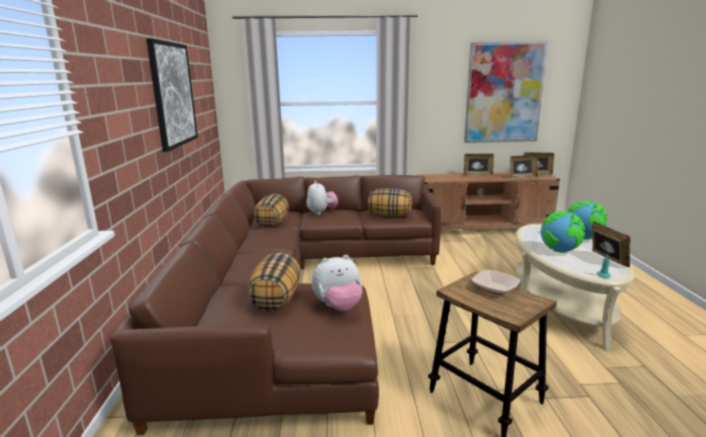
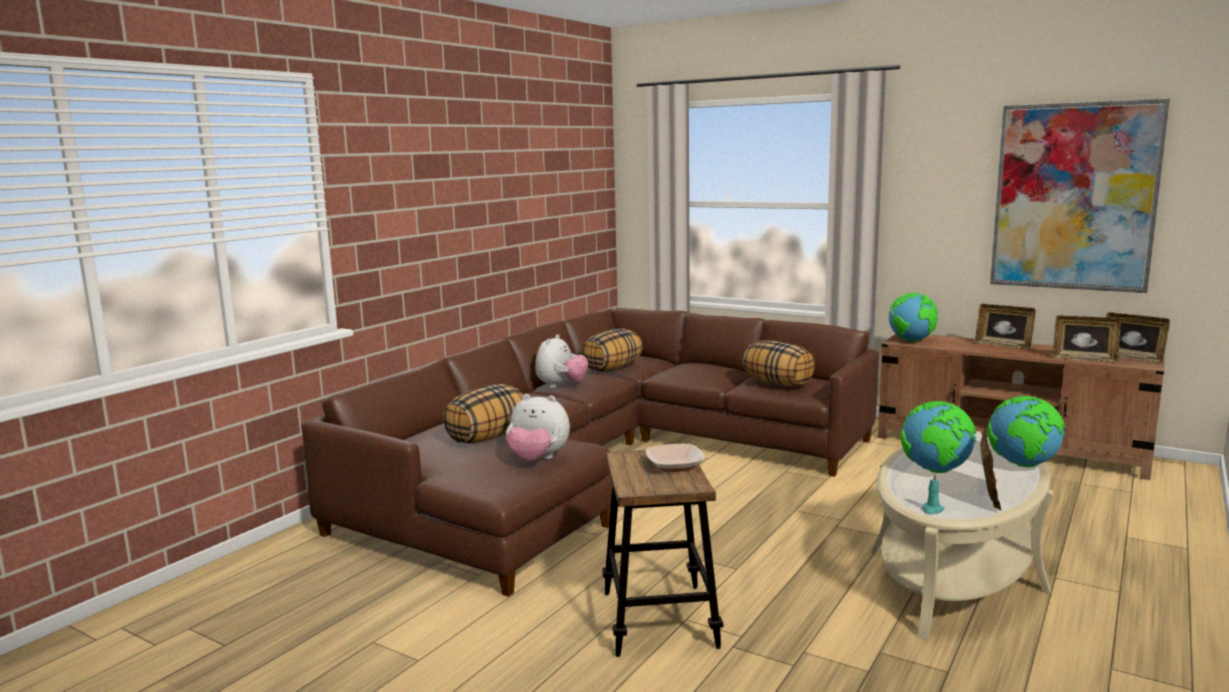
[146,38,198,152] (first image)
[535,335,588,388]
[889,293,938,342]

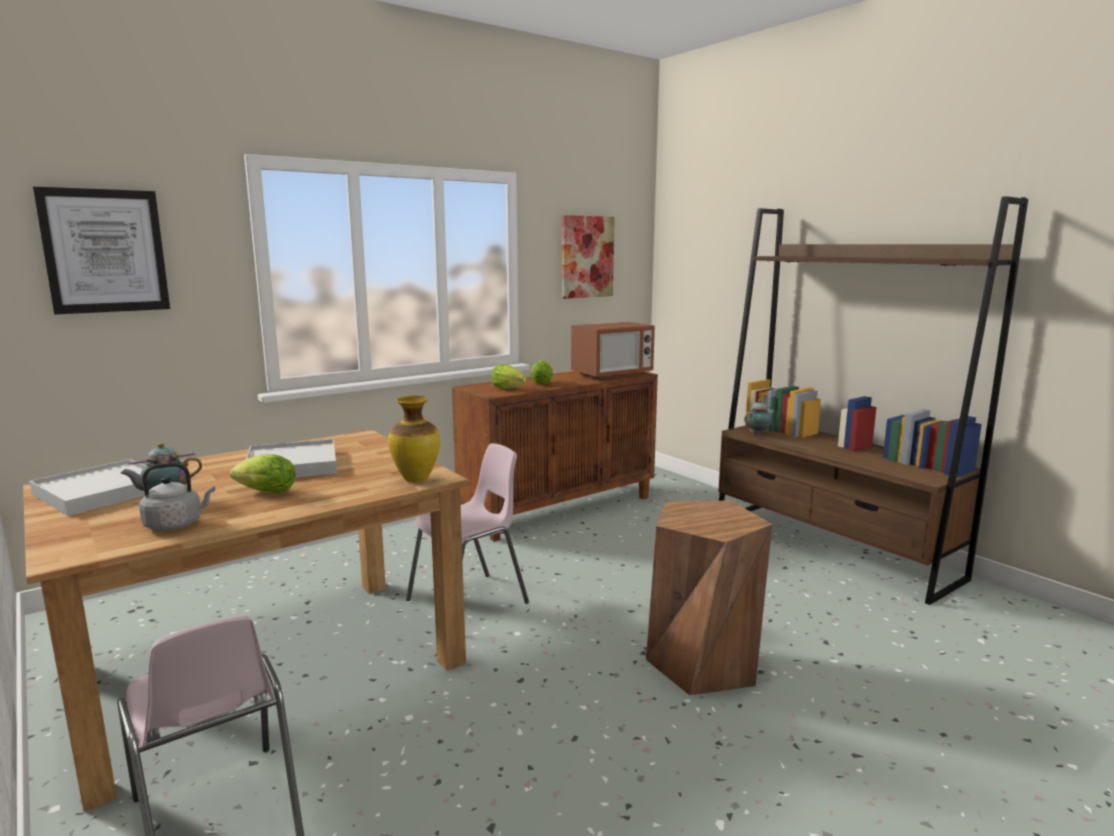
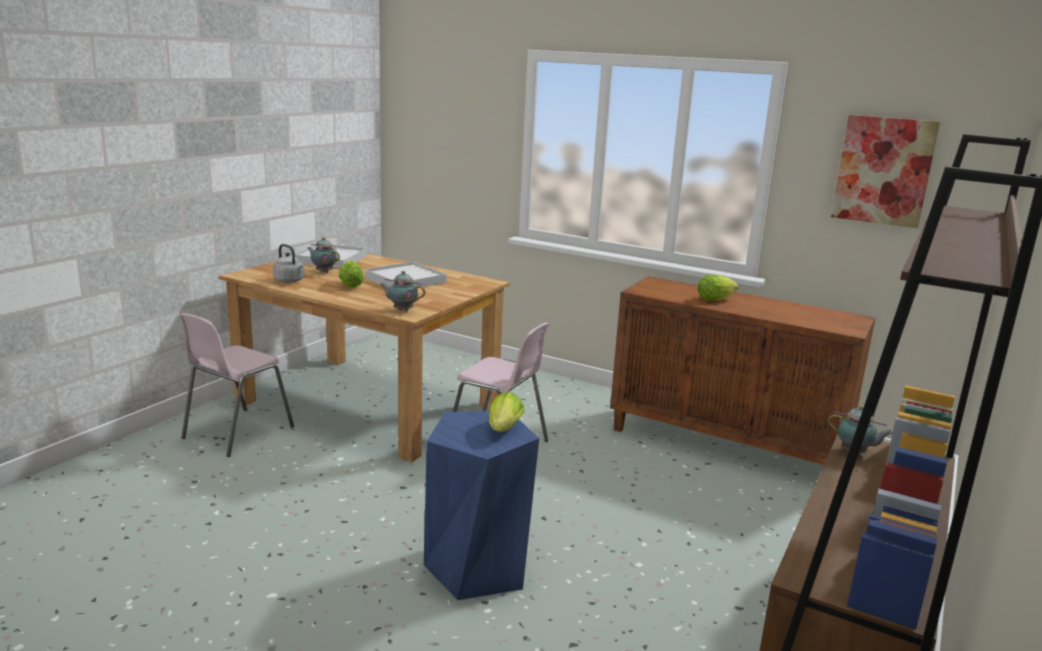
[33,186,170,314] (first image)
[571,322,655,380] (first image)
[489,392,524,432]
[380,271,426,311]
[424,411,539,600]

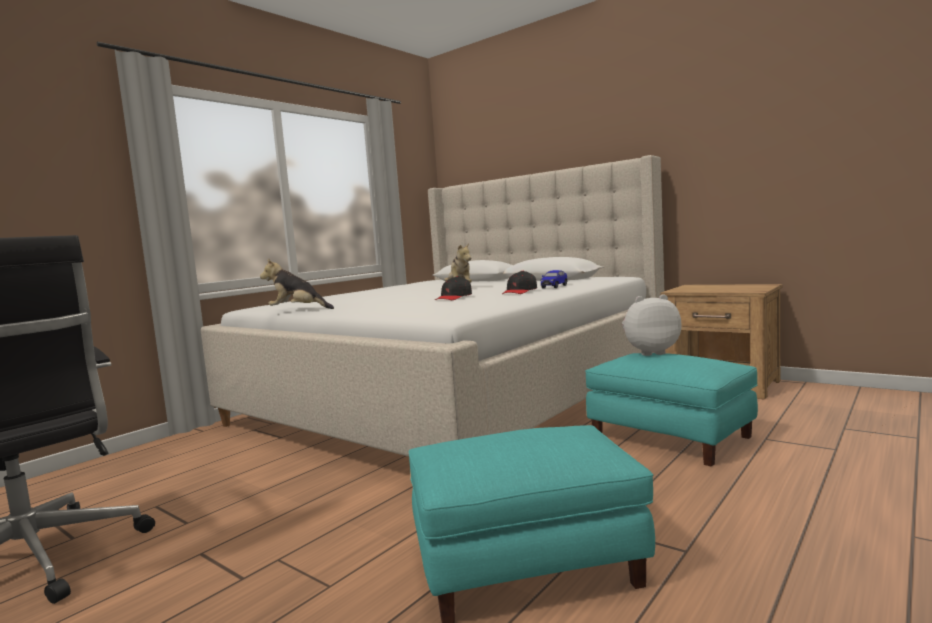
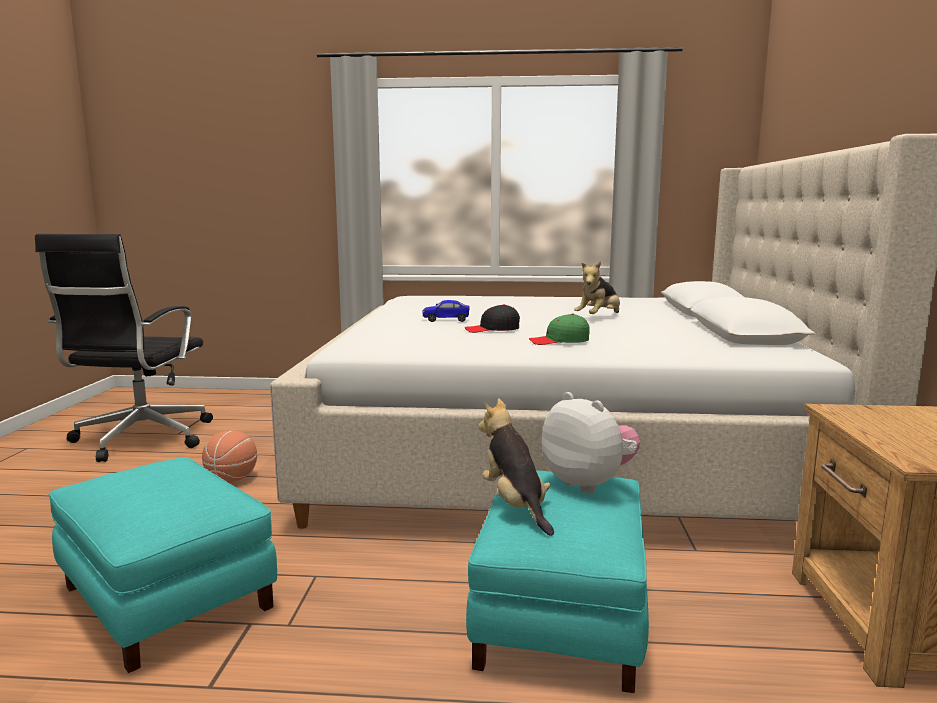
[479,398,554,536]
[422,300,470,322]
[529,313,590,345]
[202,430,257,482]

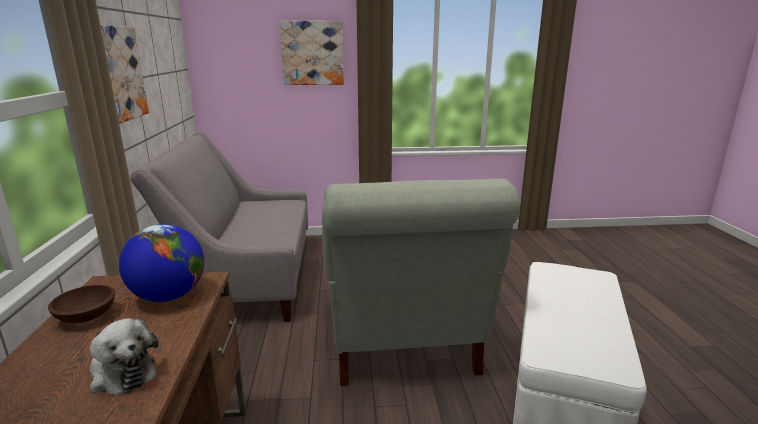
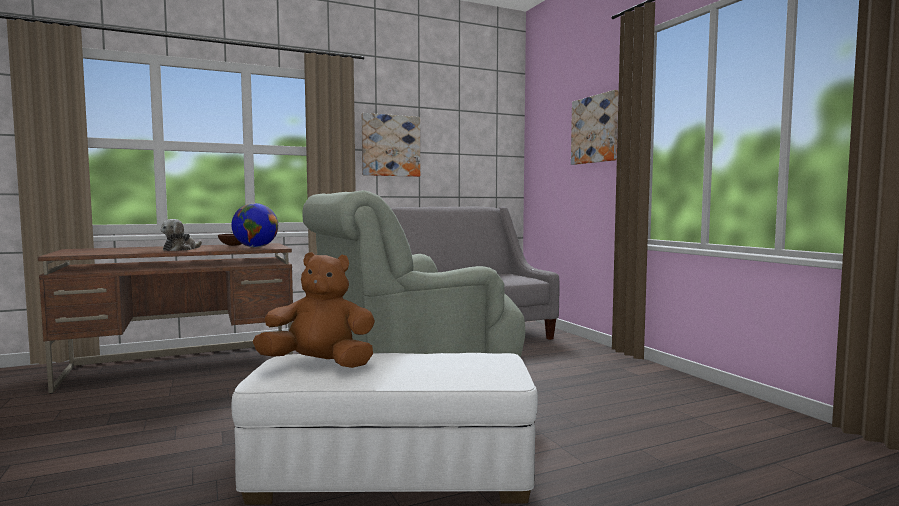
[253,252,375,368]

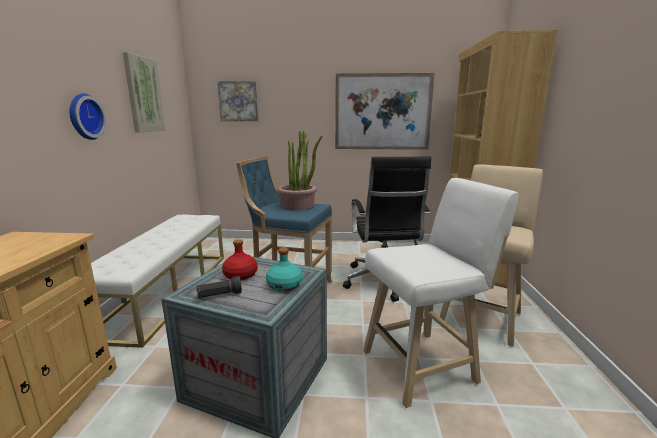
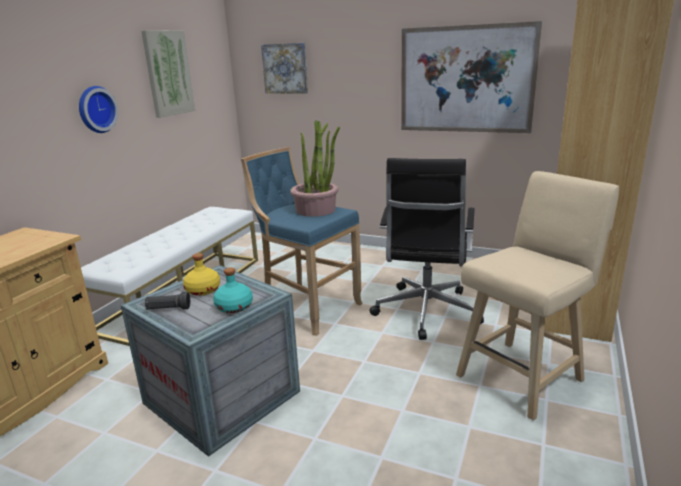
[363,178,518,408] (first image)
[183,253,220,296]

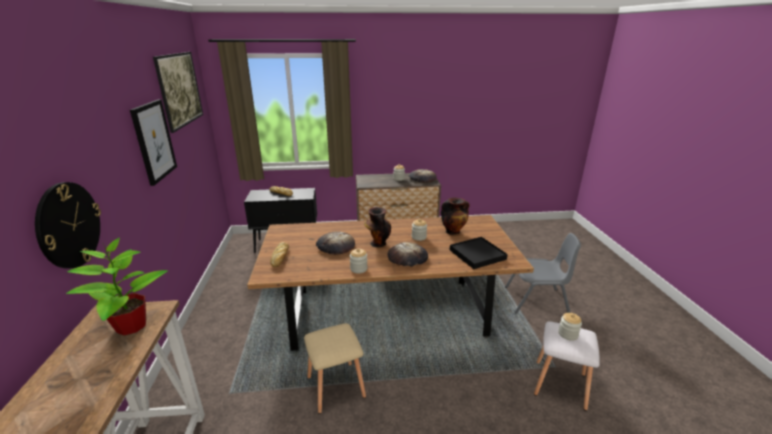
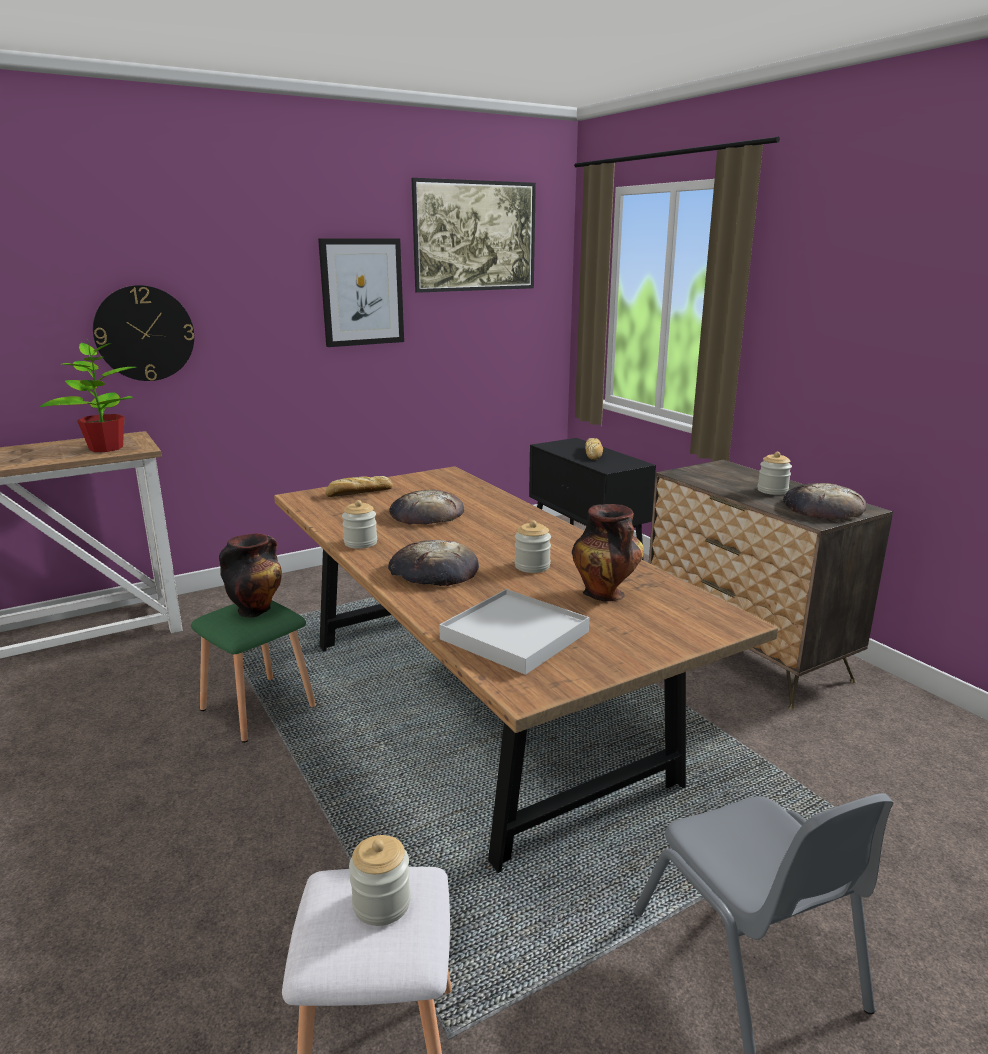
[219,533,282,617]
[439,589,589,675]
[191,600,316,743]

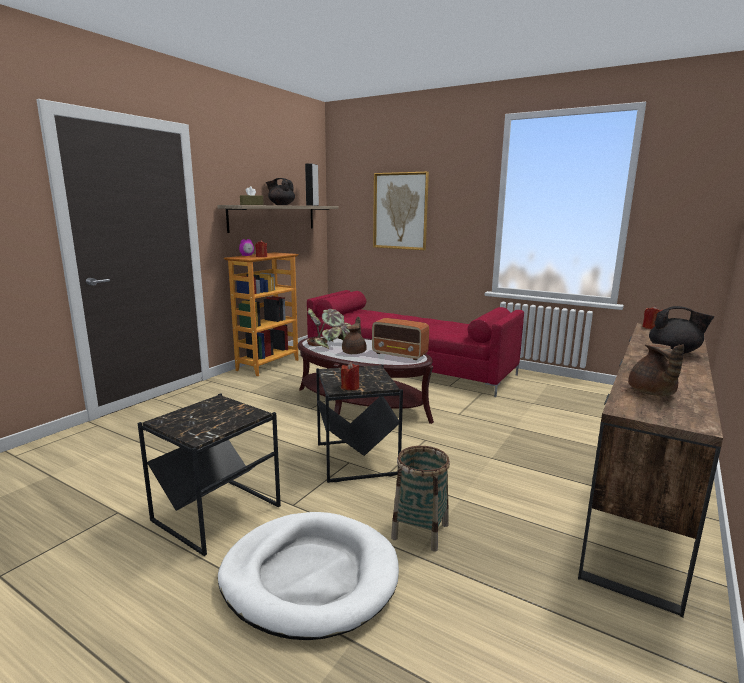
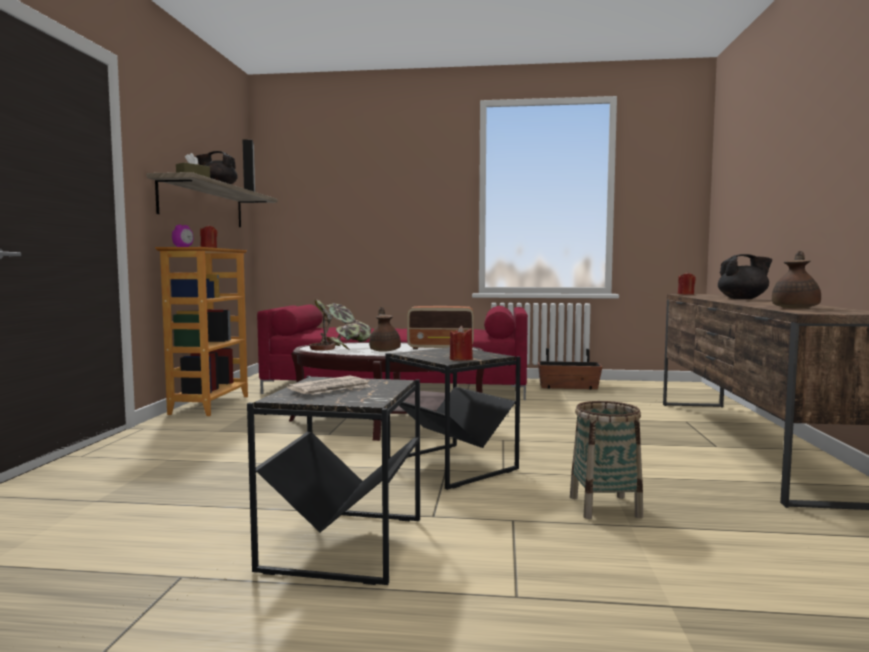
[373,172,429,250] (first image)
[772,251,821,308]
[218,512,399,640] (first image)
[538,348,602,389]
[287,376,371,395]

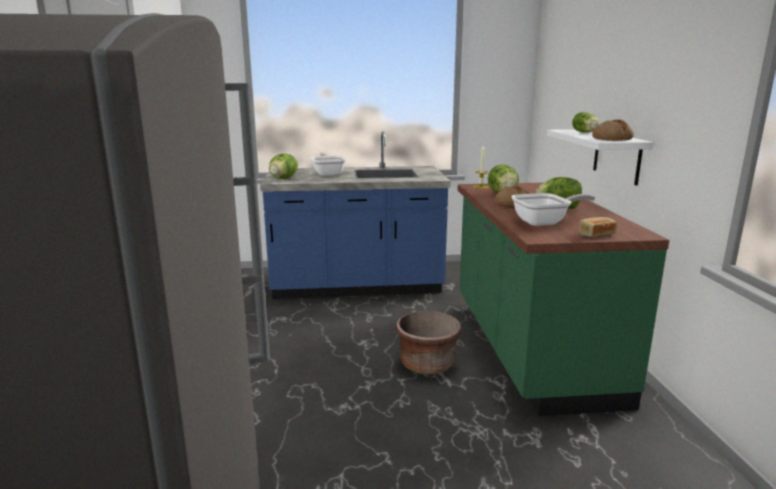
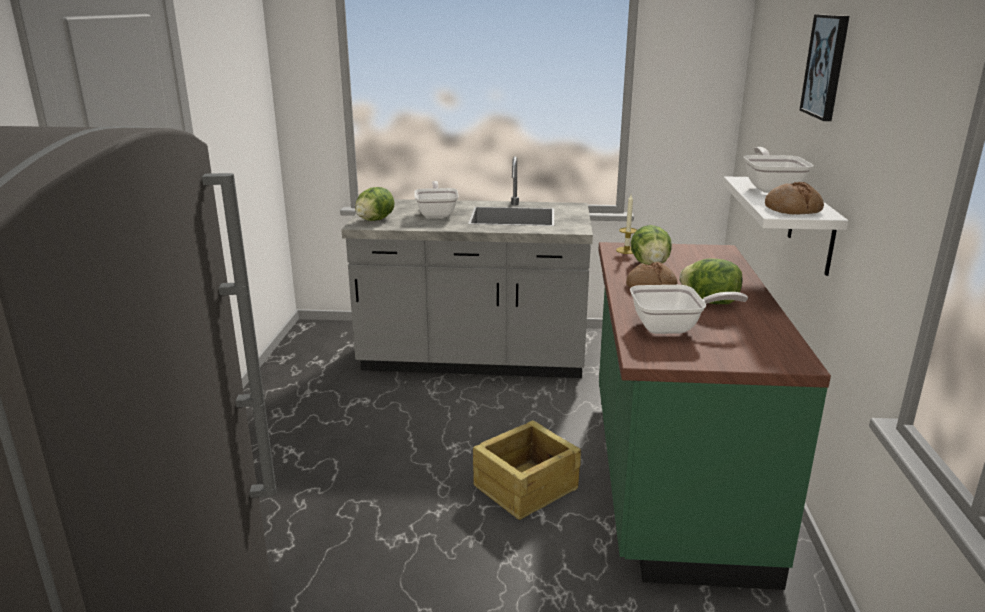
[744,147,814,193]
[341,156,593,378]
[578,217,617,237] (first image)
[473,420,581,520]
[800,14,849,121]

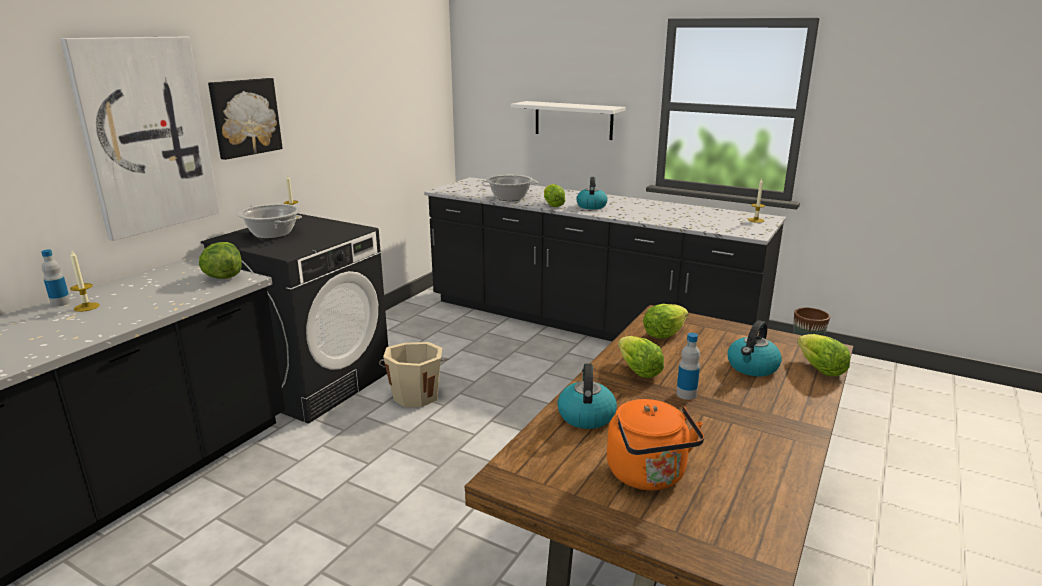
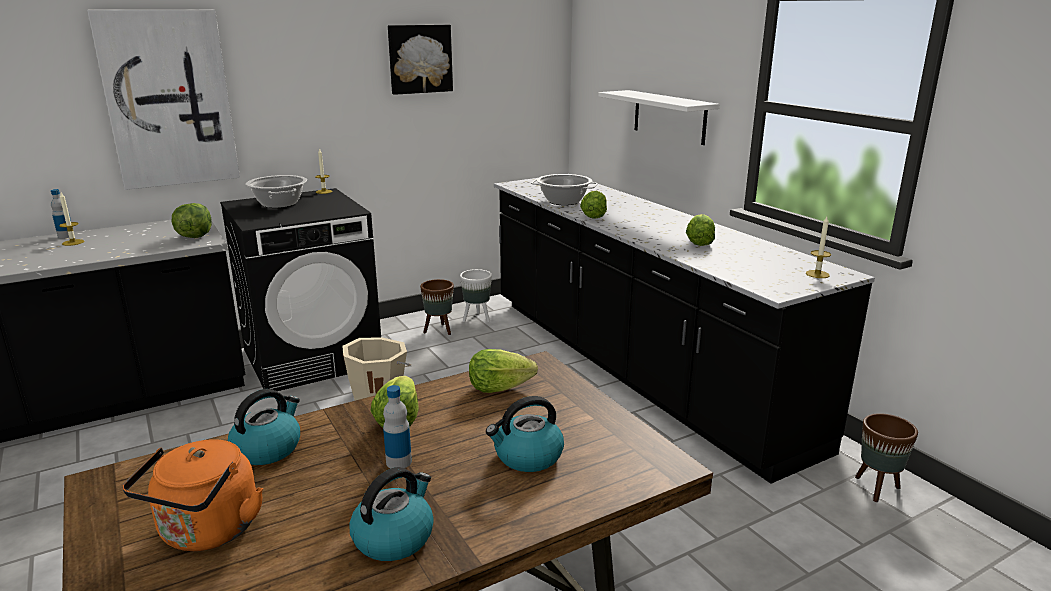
[388,25,453,95]
[349,467,434,561]
[686,214,715,246]
[460,269,492,322]
[420,279,454,335]

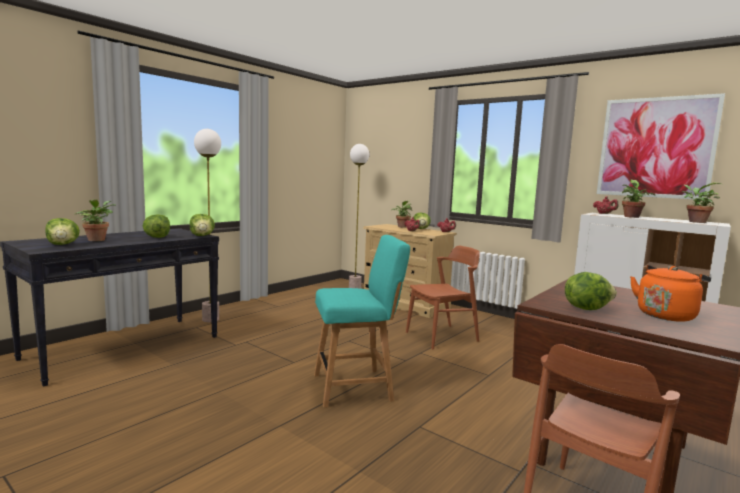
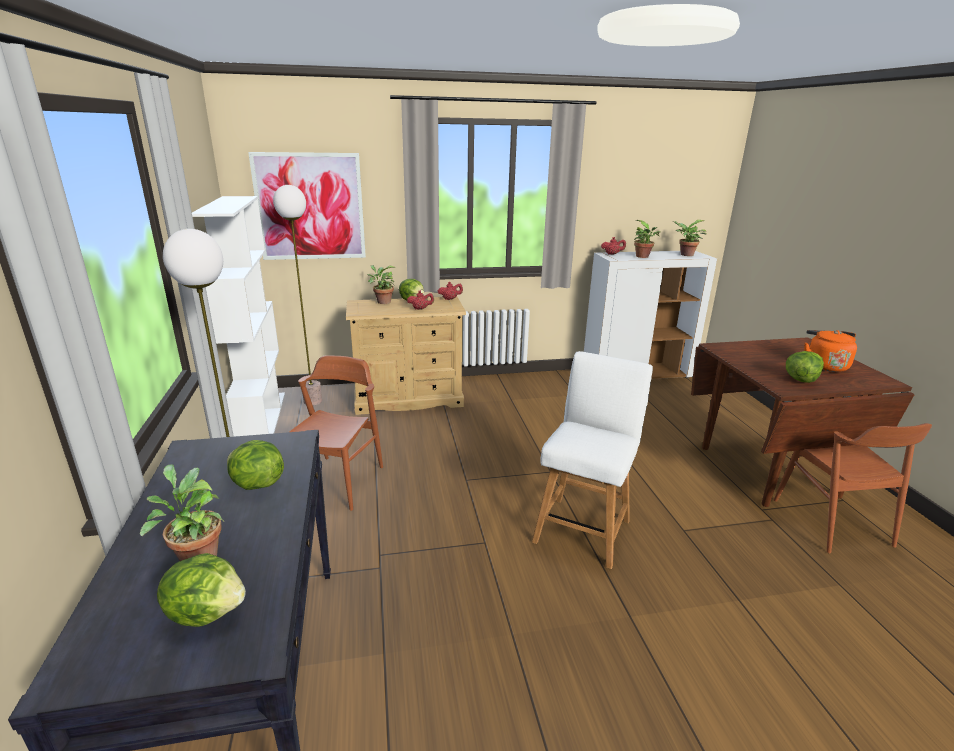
[248,152,366,260]
[190,214,215,236] (first image)
[532,351,653,569]
[289,355,383,511]
[192,196,285,437]

